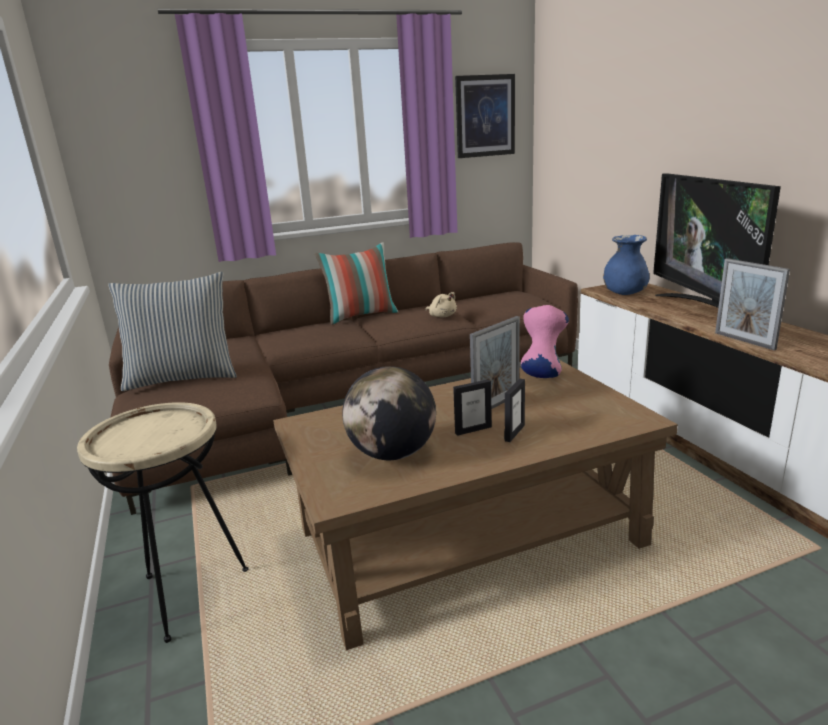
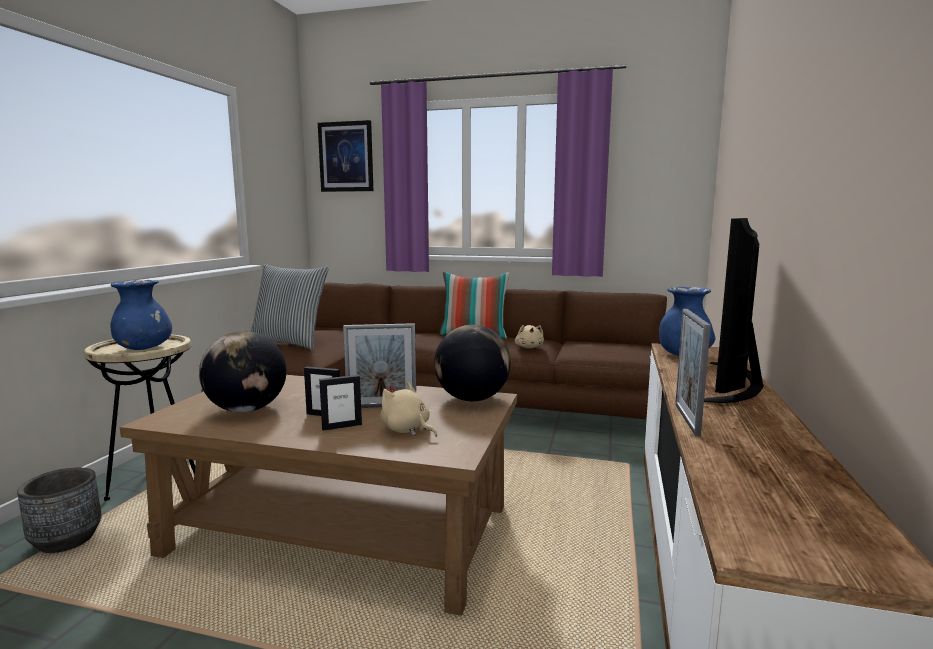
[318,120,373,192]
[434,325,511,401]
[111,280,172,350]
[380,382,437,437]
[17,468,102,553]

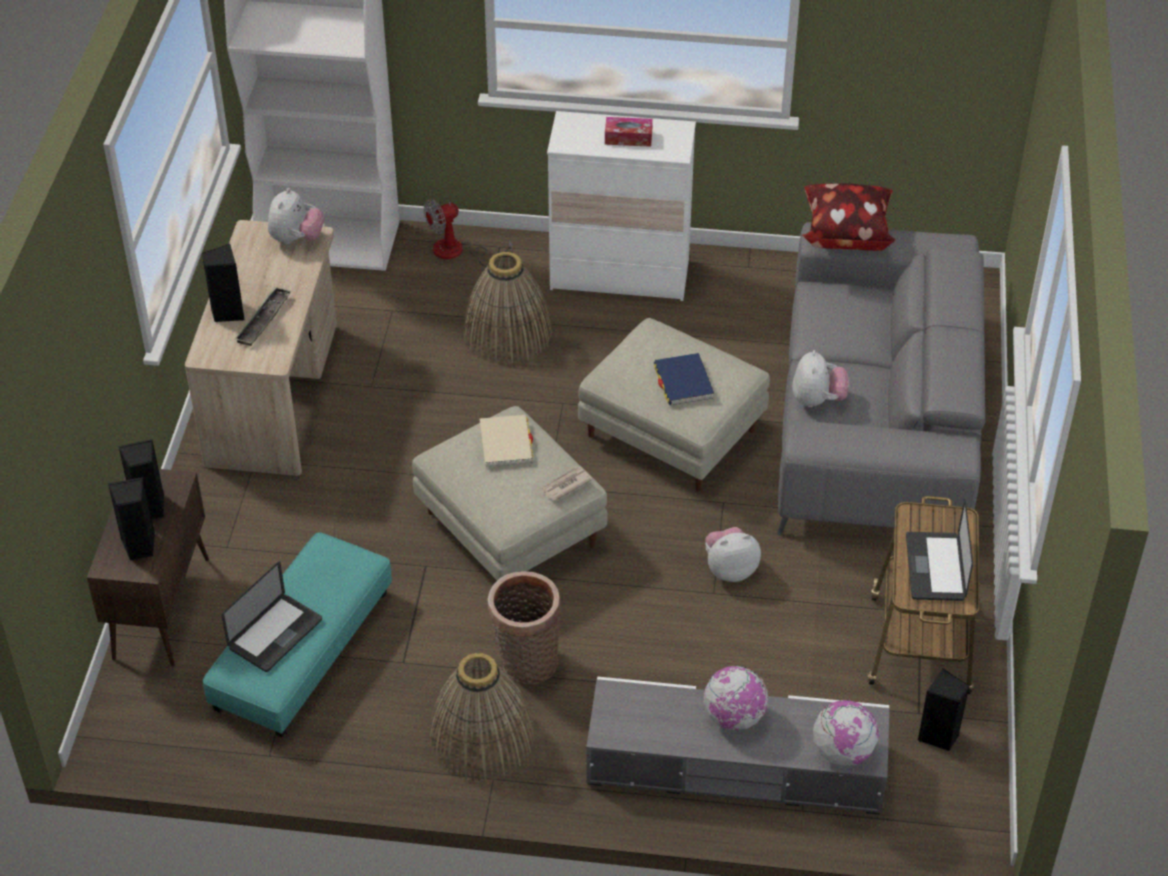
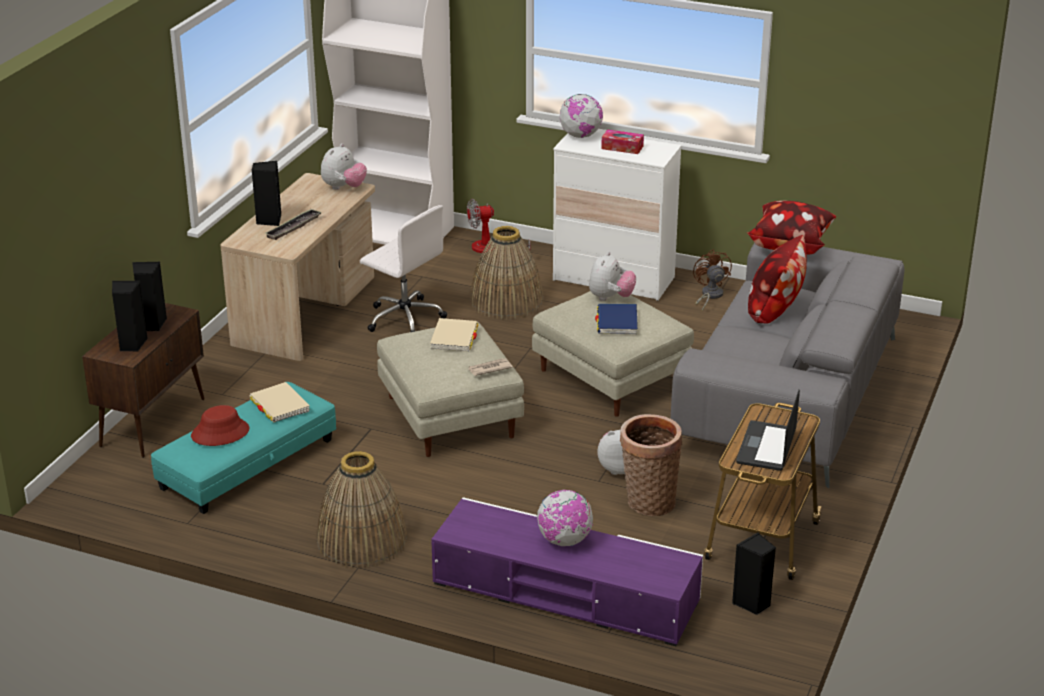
[589,252,636,301]
[191,405,249,446]
[620,414,682,516]
[431,497,703,646]
[560,94,603,138]
[360,205,447,332]
[748,235,807,324]
[693,249,732,311]
[249,382,310,422]

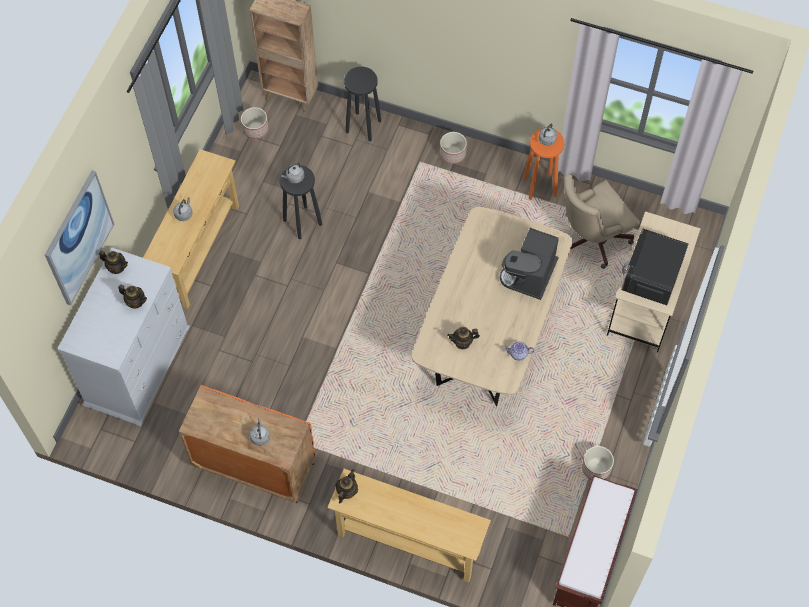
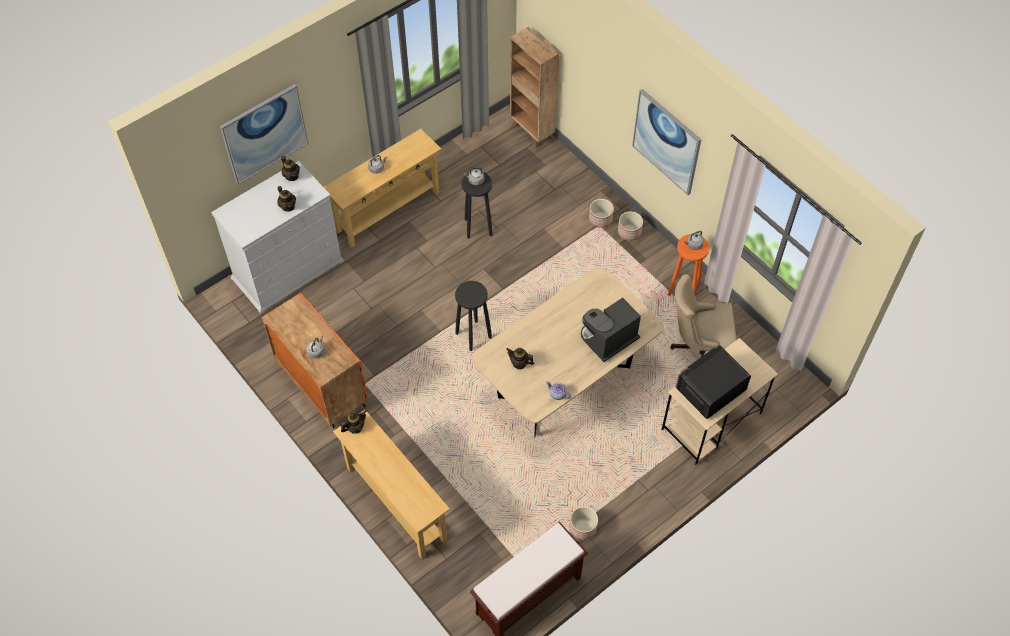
[455,281,492,351]
[589,199,614,228]
[632,89,701,195]

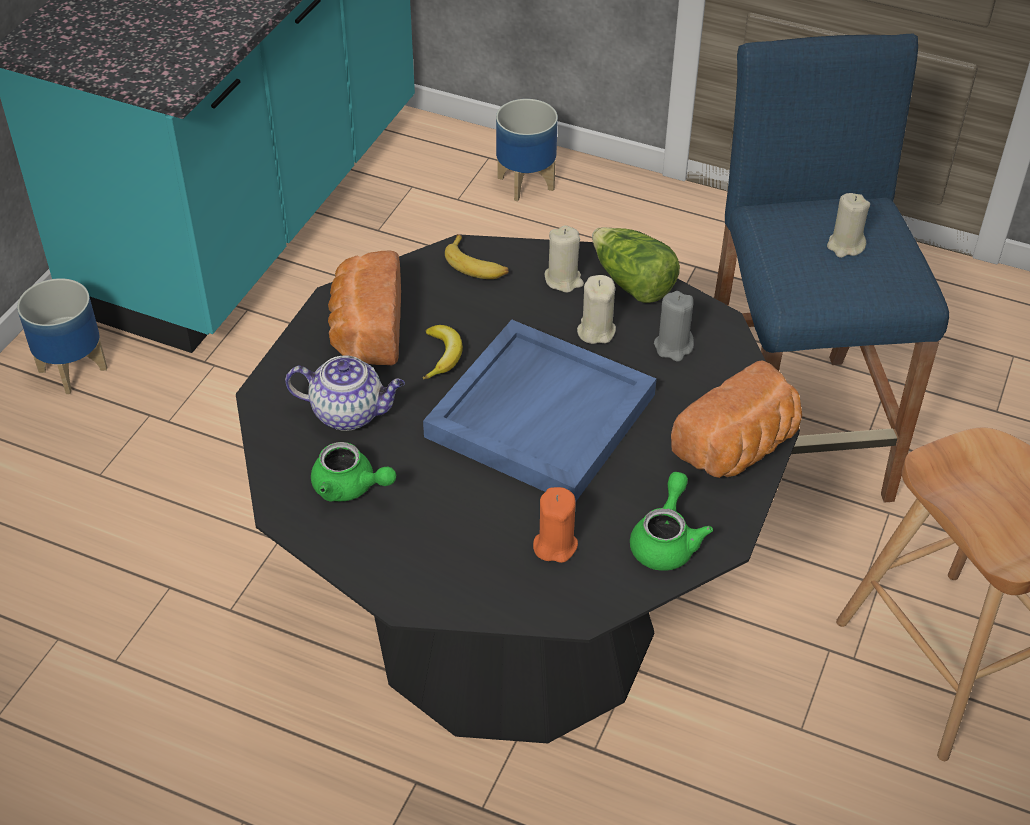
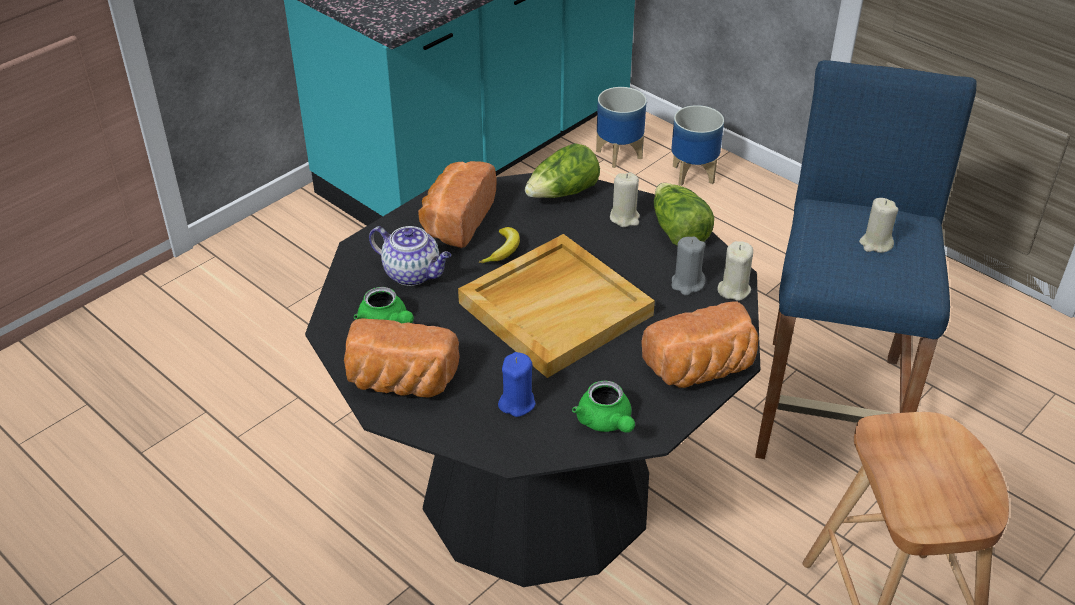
[525,143,600,198]
[718,241,753,301]
[596,87,647,168]
[458,234,655,378]
[572,381,635,433]
[498,352,536,417]
[344,318,459,397]

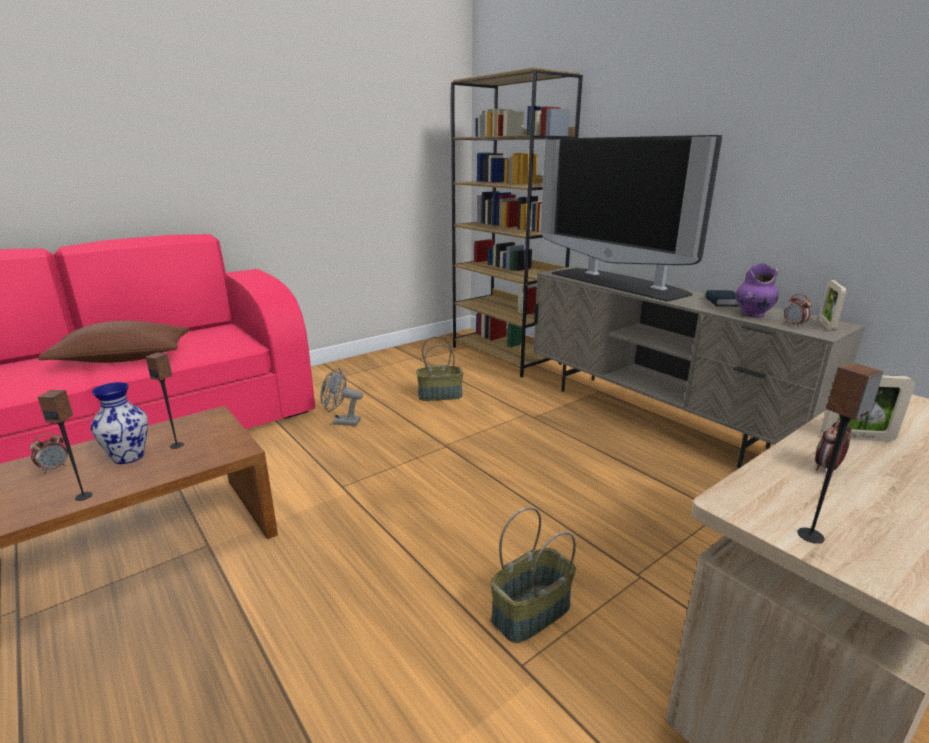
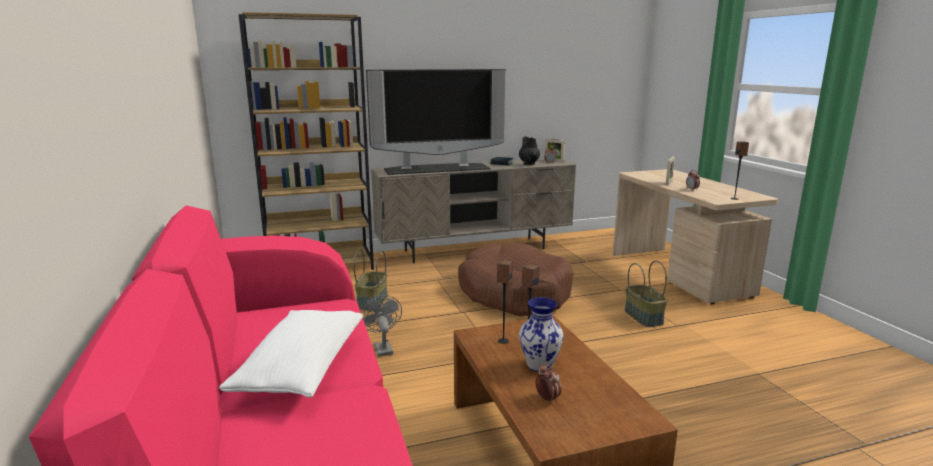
[519,136,540,165]
[219,310,363,398]
[360,295,402,357]
[497,260,513,344]
[458,243,574,317]

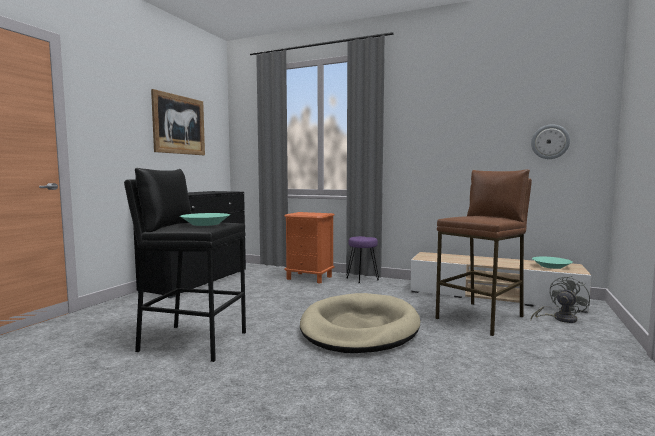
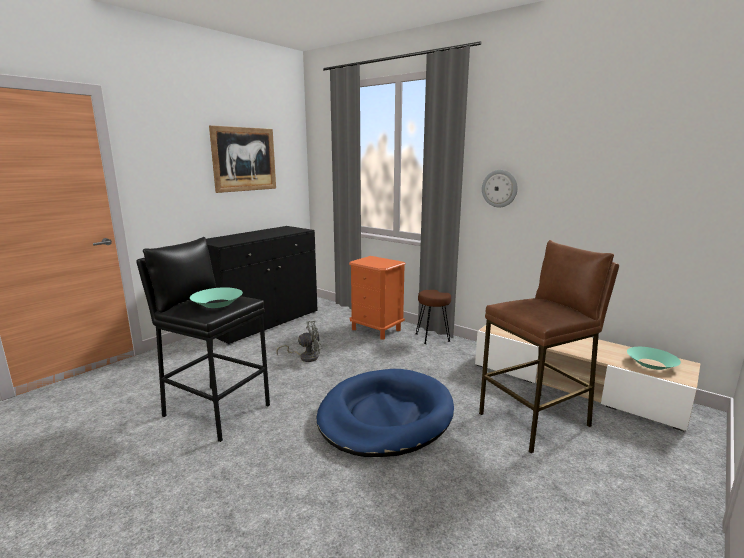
[482,170,517,208]
[416,290,451,344]
[277,321,323,362]
[317,369,454,457]

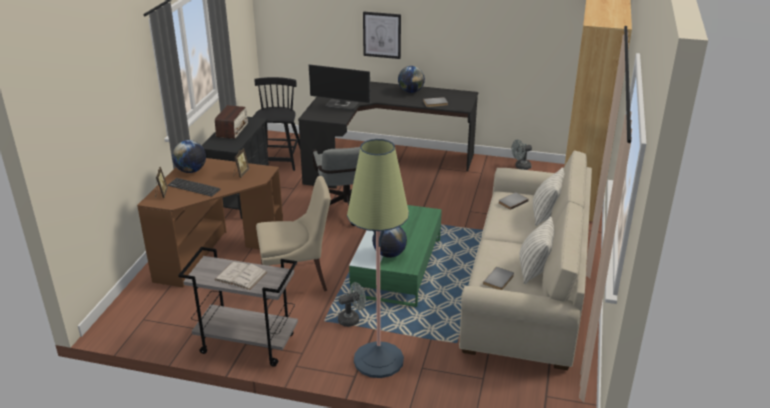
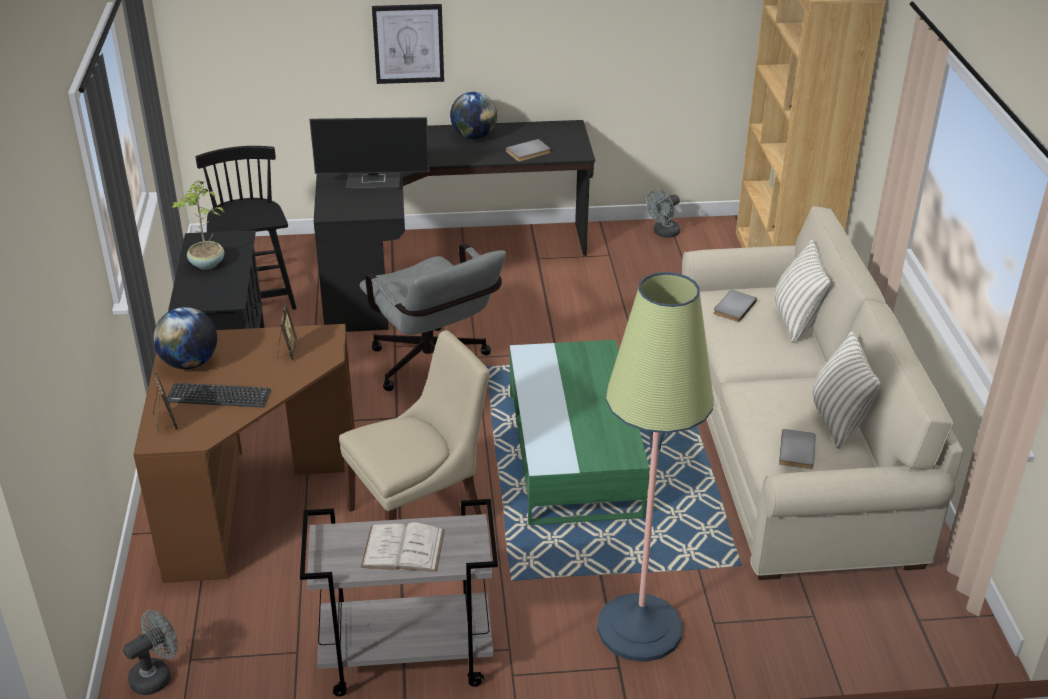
[172,180,224,270]
[372,226,407,258] (first image)
[123,610,178,695]

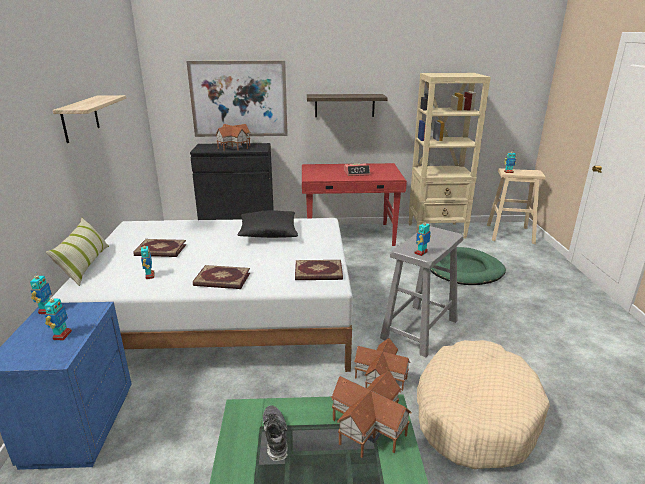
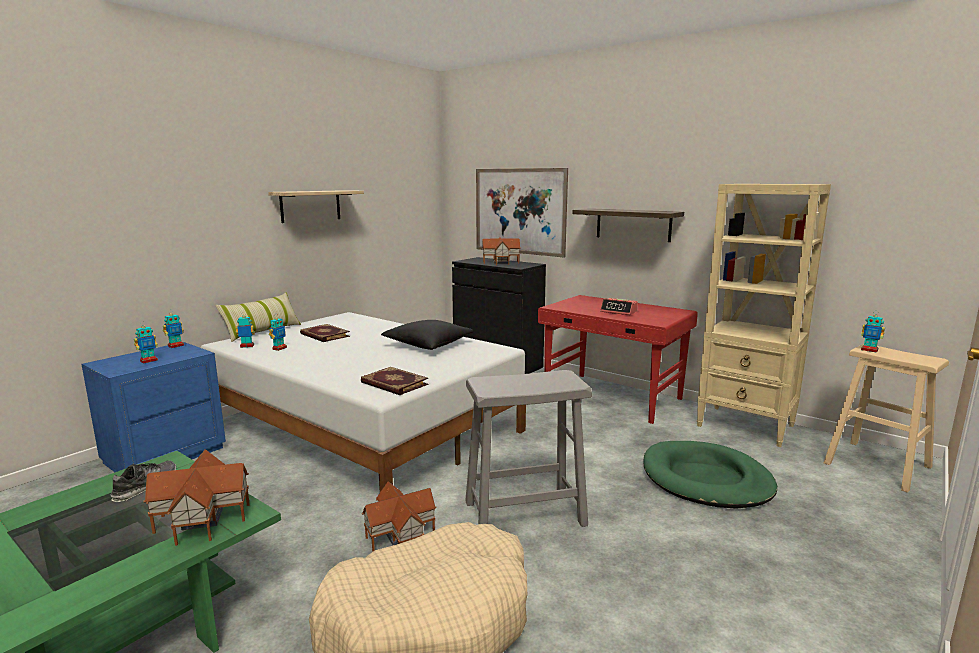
[236,312,255,348]
[193,265,250,289] (first image)

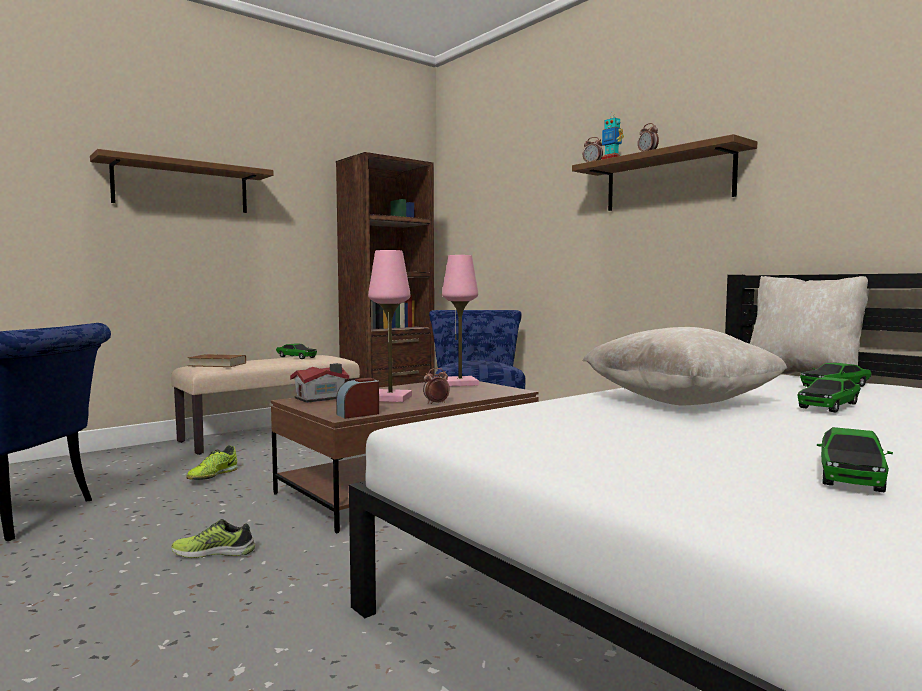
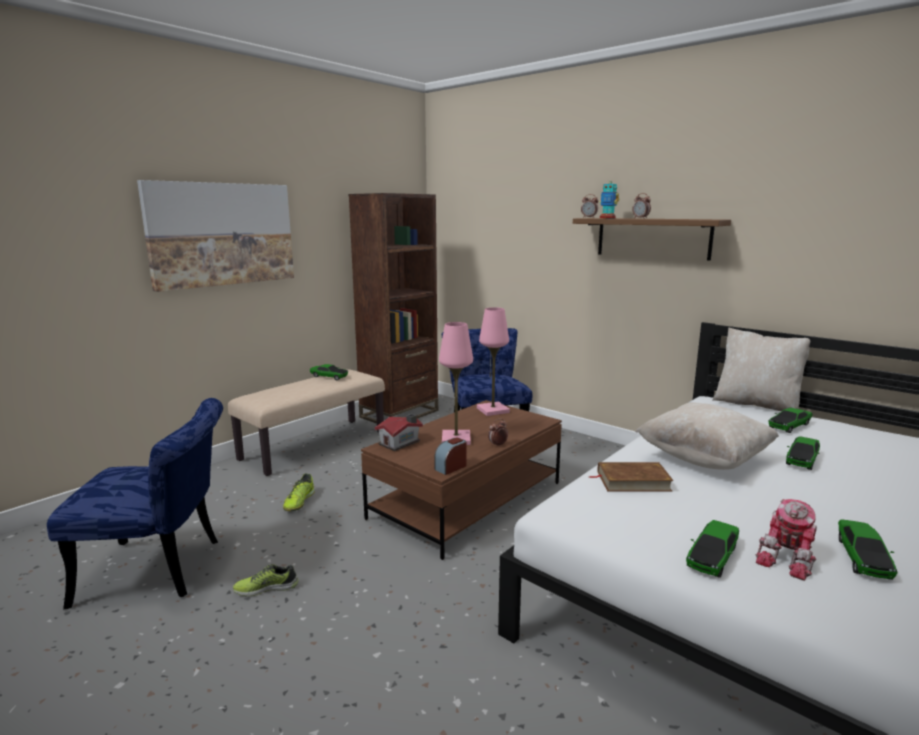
[137,180,294,292]
[589,462,674,492]
[233,564,298,596]
[755,499,817,581]
[686,520,739,578]

